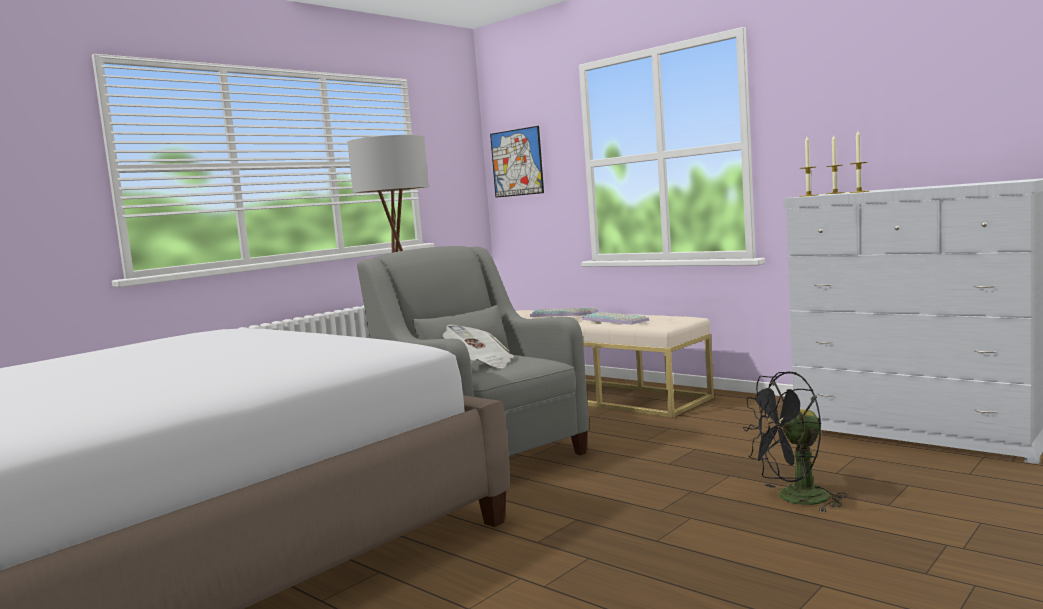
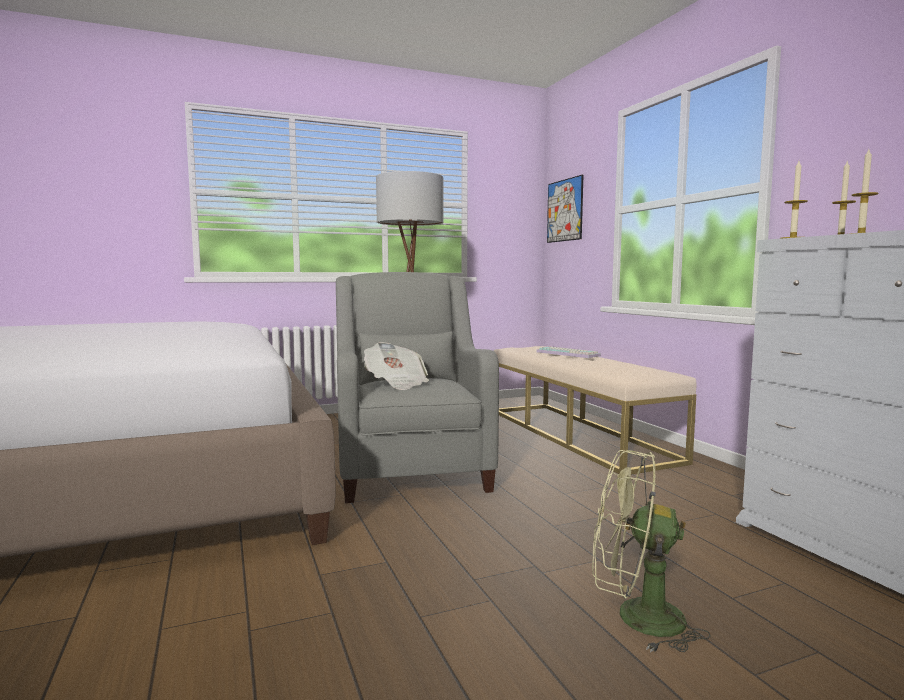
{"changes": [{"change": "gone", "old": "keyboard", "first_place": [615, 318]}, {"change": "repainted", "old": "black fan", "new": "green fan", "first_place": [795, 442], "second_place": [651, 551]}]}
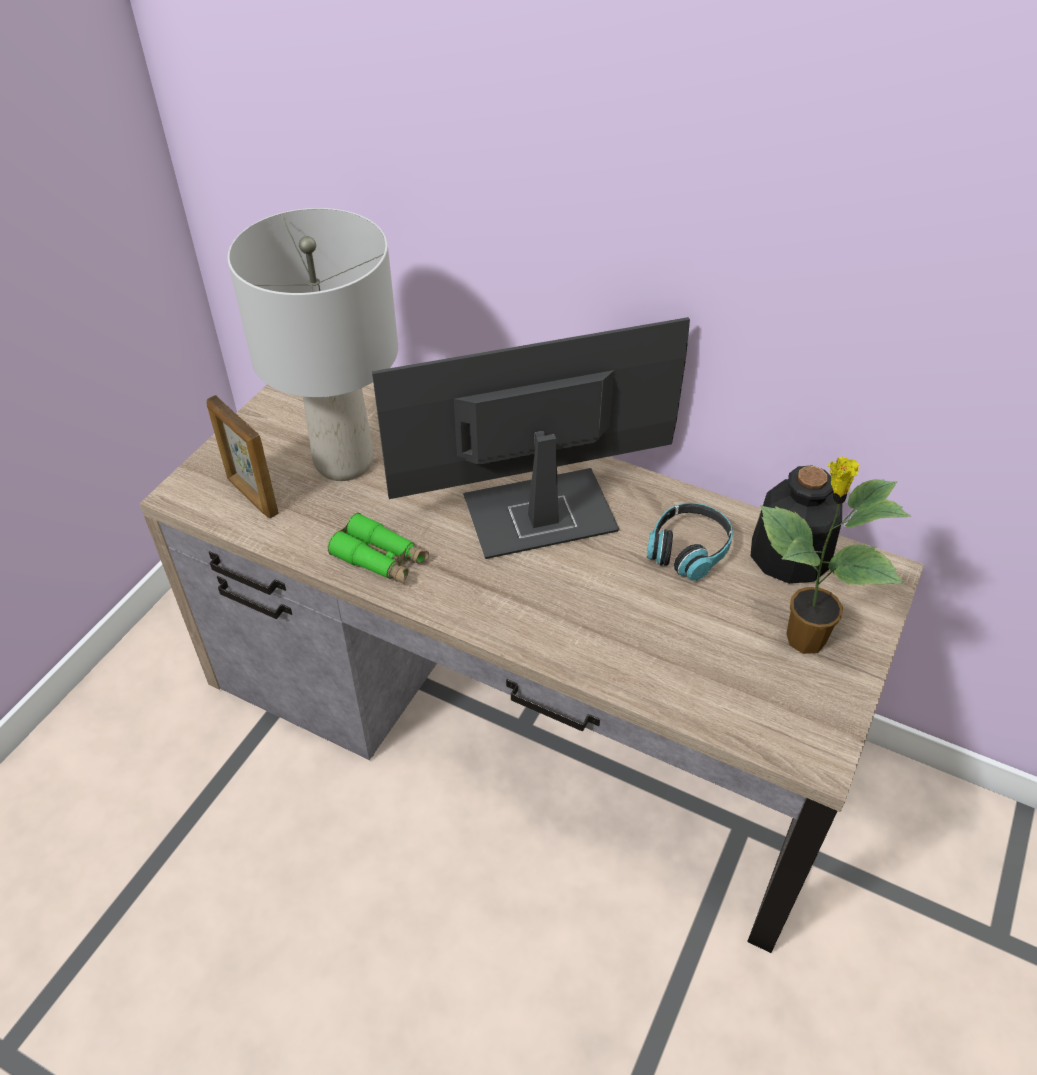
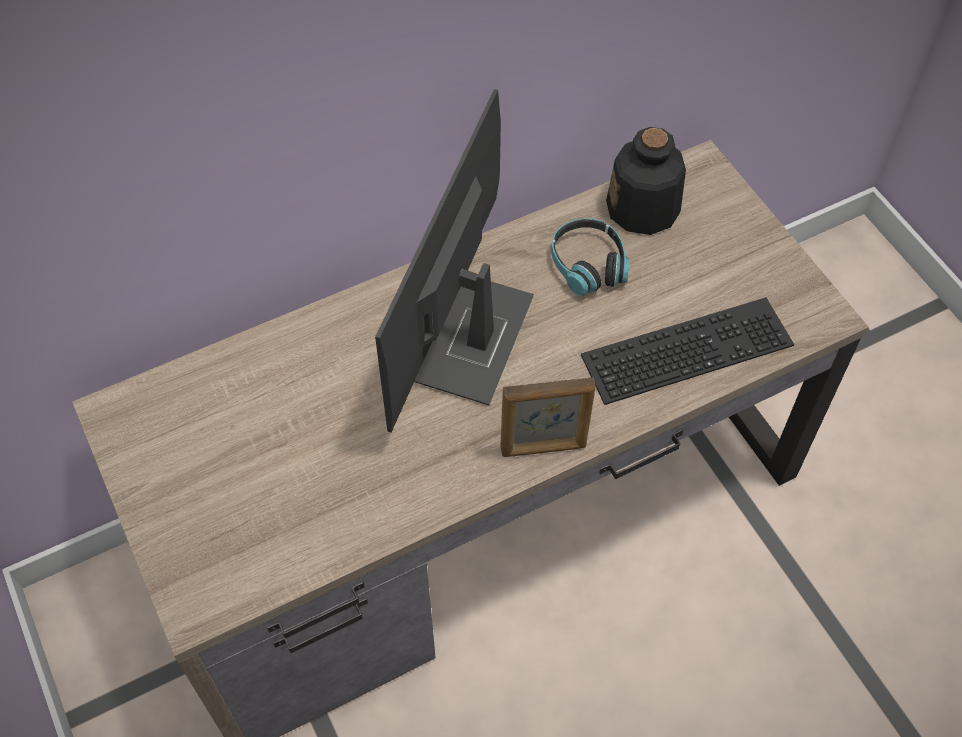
{"changes": [{"change": "shifted", "old": "picture frame", "first_place": [242, 456], "second_place": [547, 417]}, {"change": "gone", "old": "grey table lamp", "first_place": [312, 344]}, {"change": "gone", "old": "green binoculars", "first_place": [378, 548]}, {"change": "gone", "old": "potted plant", "first_place": [835, 555]}, {"change": "new", "new": "keyboard", "second_place": [687, 351]}]}
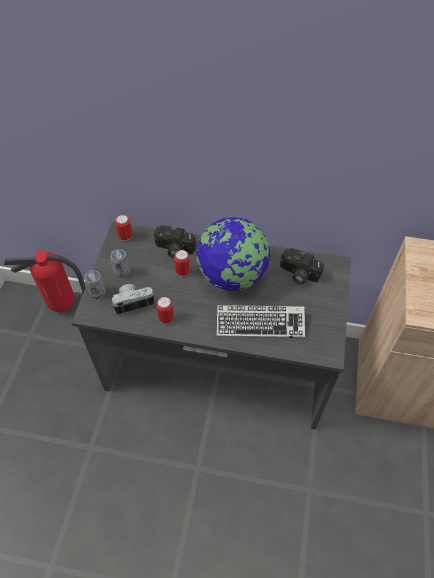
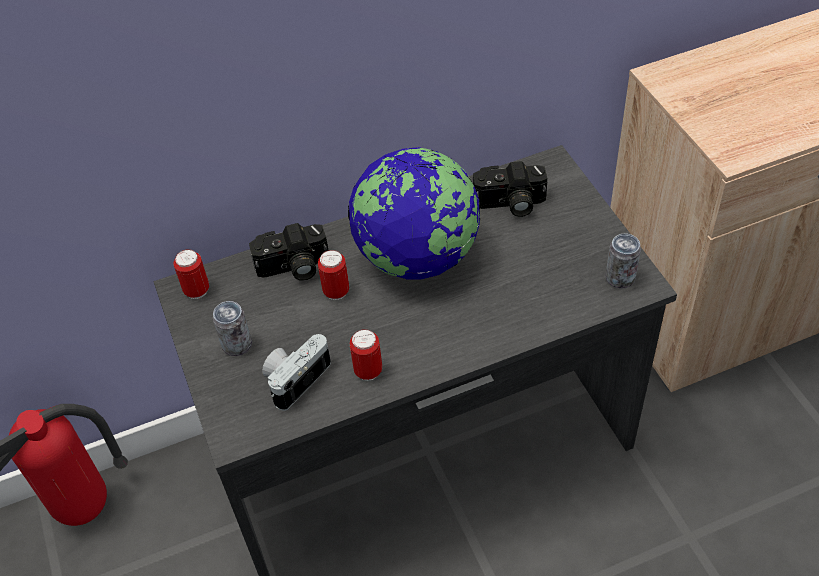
{"changes": [{"change": "shifted", "old": "can", "first_place": [95, 284], "second_place": [623, 261]}, {"change": "gone", "old": "keyboard", "first_place": [261, 321]}]}
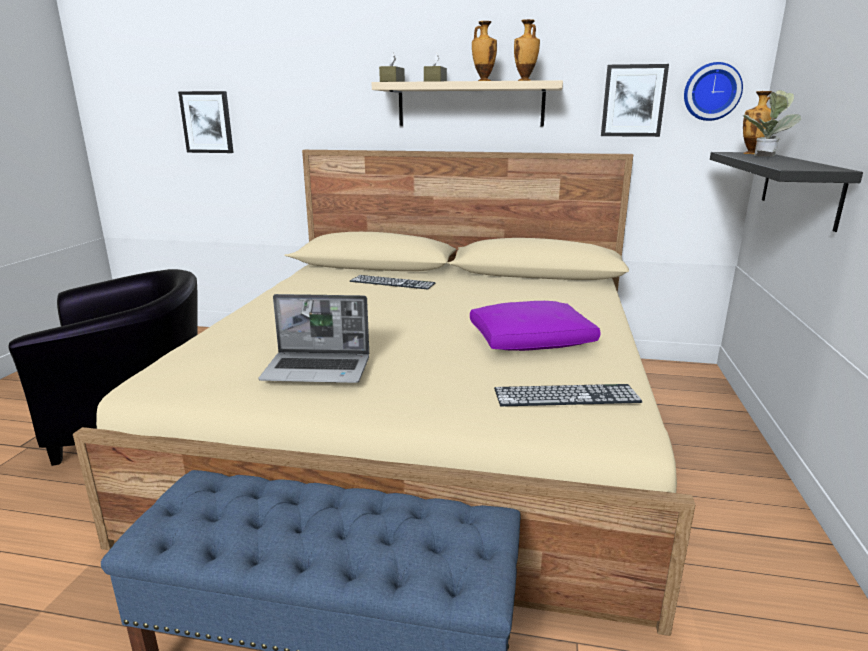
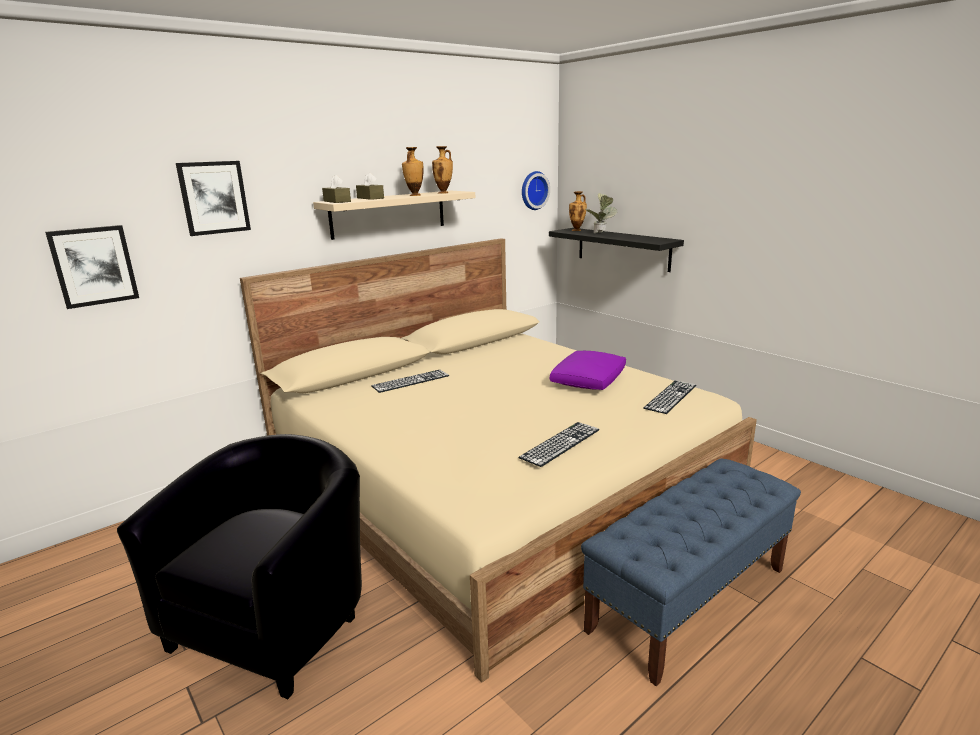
{"changes": [{"change": "swapped", "old": "laptop", "new": "keyboard", "first_place": [313, 338], "second_place": [559, 444]}, {"change": "shifted", "old": "picture", "first_place": [635, 100], "second_place": [213, 198]}]}
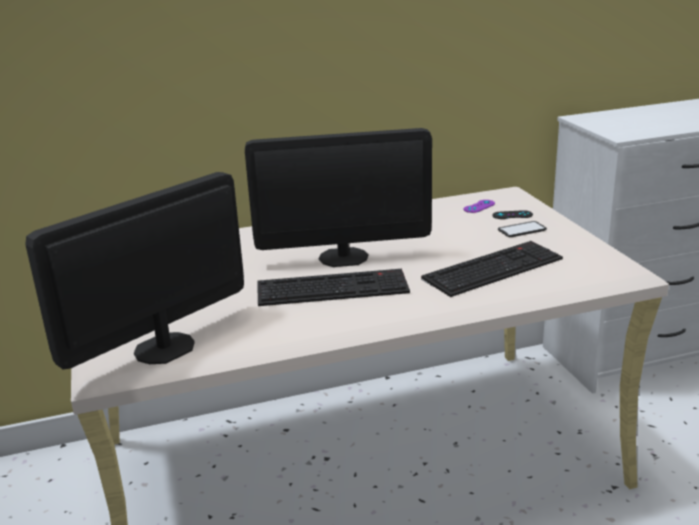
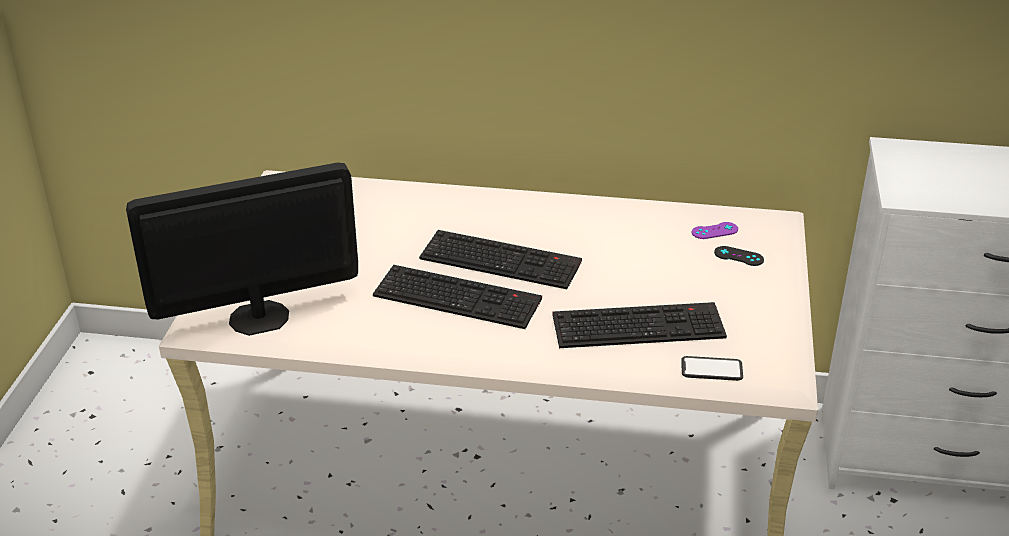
{"changes": [{"change": "swapped", "old": "monitor", "new": "keyboard", "first_place": [338, 197], "second_place": [500, 259]}, {"change": "shifted", "old": "phone", "first_place": [522, 229], "second_place": [712, 368]}]}
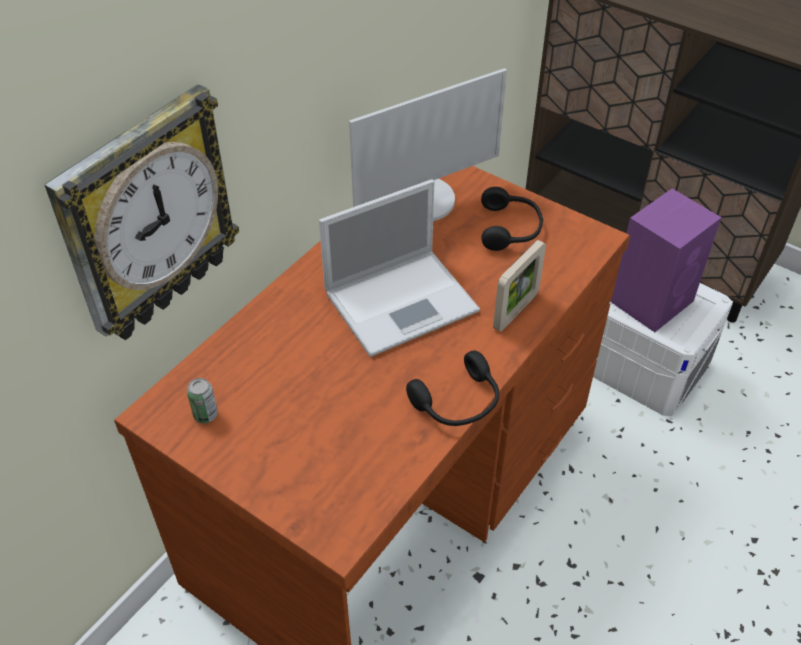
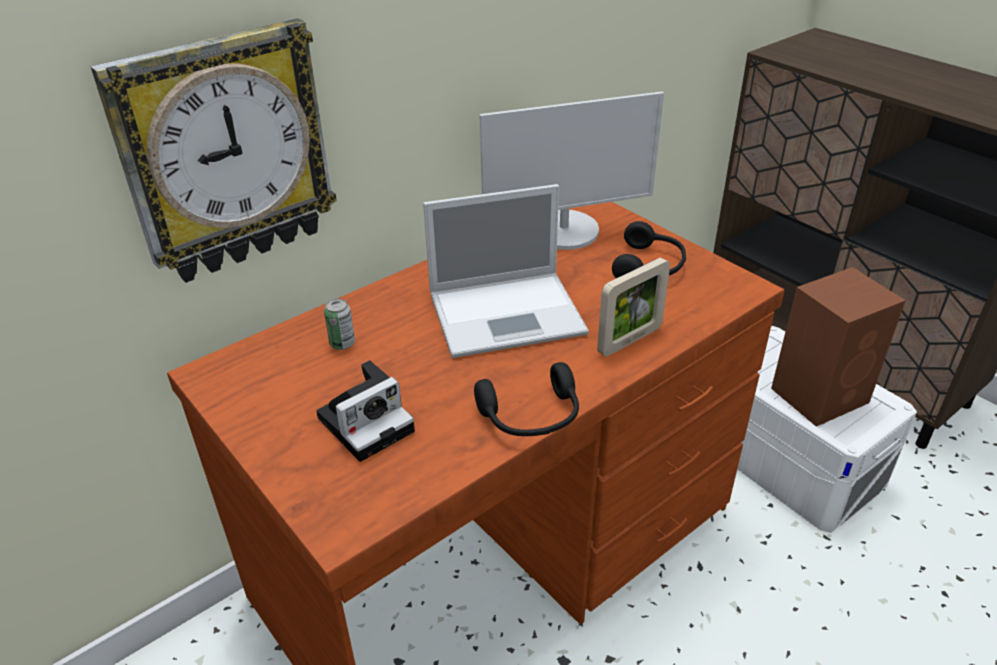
{"changes": [{"change": "shifted", "old": "can", "first_place": [202, 400], "second_place": [339, 324]}, {"change": "repainted", "old": "purple speaker", "new": "brown speaker", "first_place": [666, 260], "second_place": [838, 347]}, {"change": "new", "new": "photo camera", "second_place": [365, 411]}]}
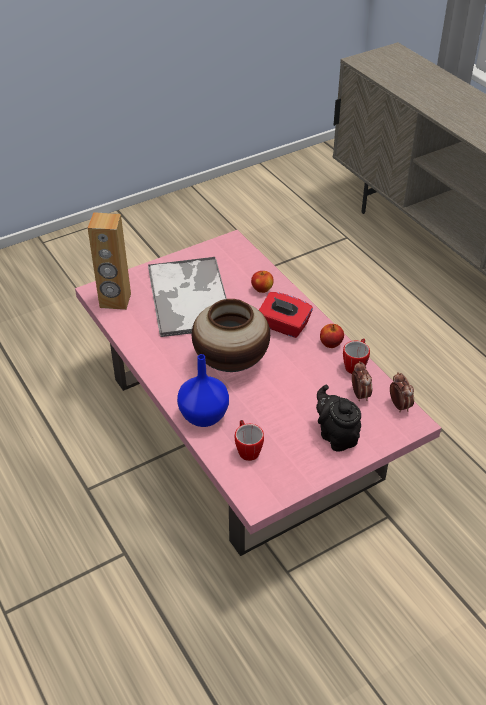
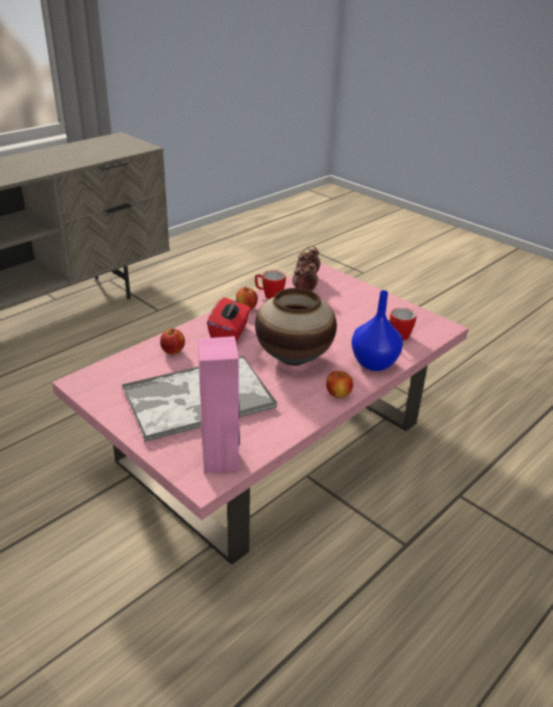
{"changes": [{"change": "repainted", "old": "brown speaker", "new": "pink speaker", "first_place": [109, 261], "second_place": [219, 405]}, {"change": "gone", "old": "black teapot", "first_place": [338, 418]}, {"change": "new", "new": "apple", "second_place": [339, 384]}]}
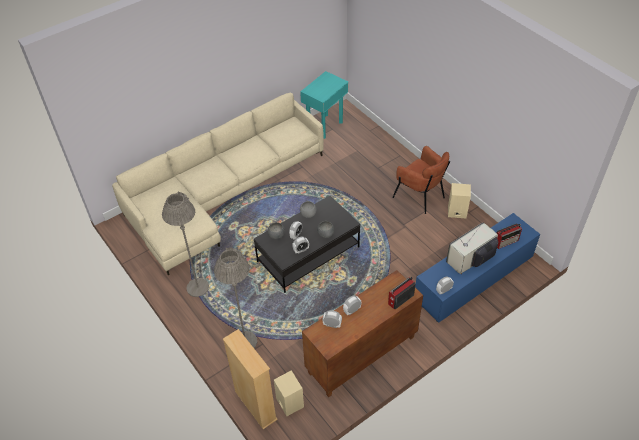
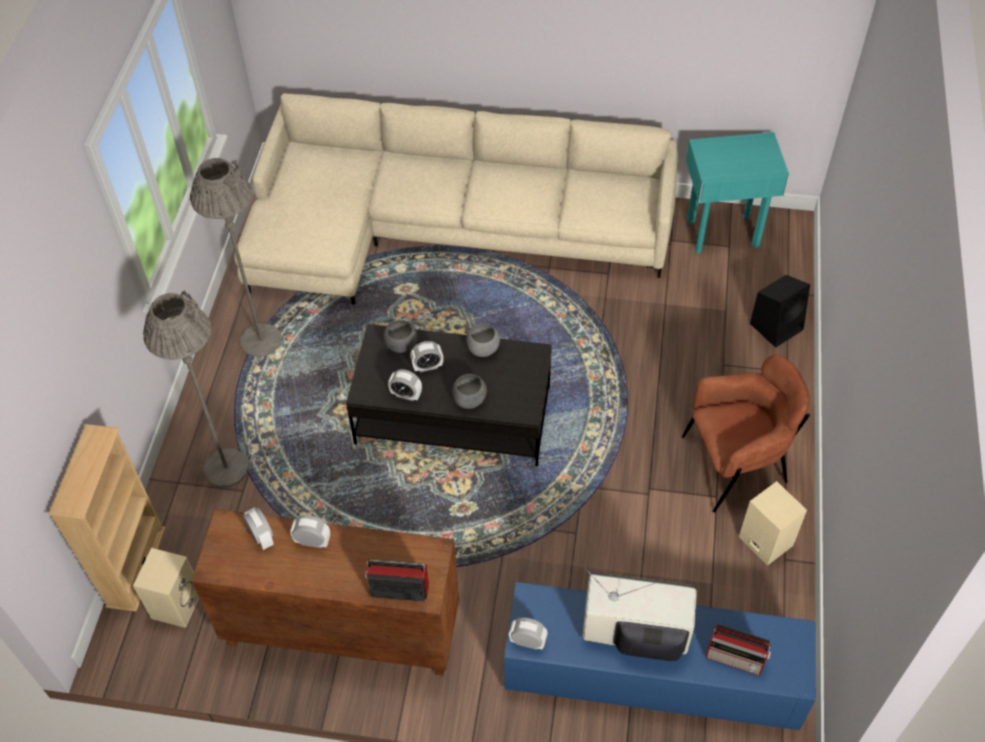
{"changes": [{"change": "rotated", "old": "brown armchair", "first_place": [421, 180], "second_place": [745, 434], "degrees": -105}, {"change": "new", "new": "black speaker", "second_place": [780, 311]}]}
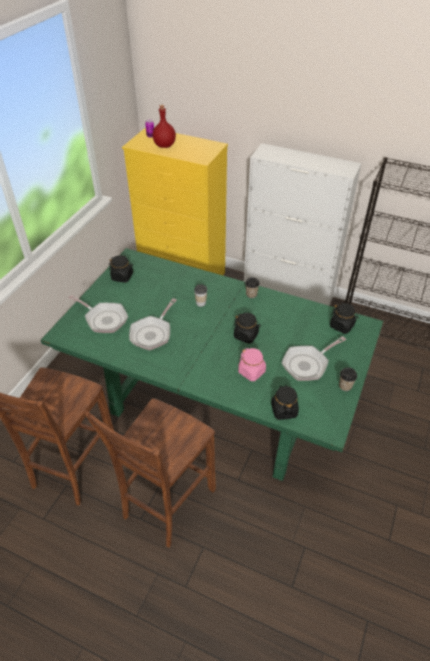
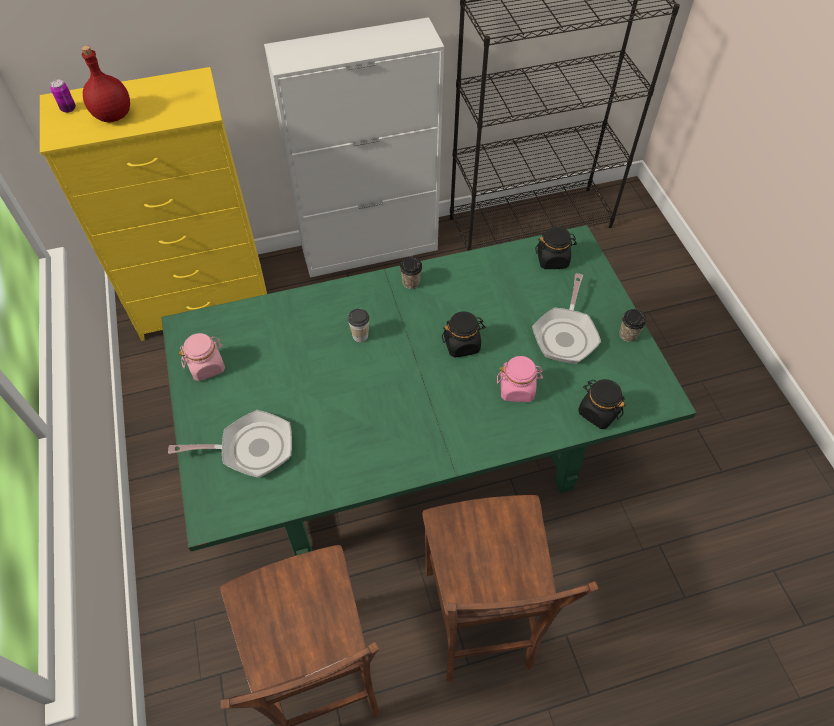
{"changes": [{"change": "repainted", "old": "black jar", "new": "pink jar", "first_place": [121, 268], "second_place": [202, 357]}, {"change": "gone", "old": "frying pan", "first_place": [153, 324]}]}
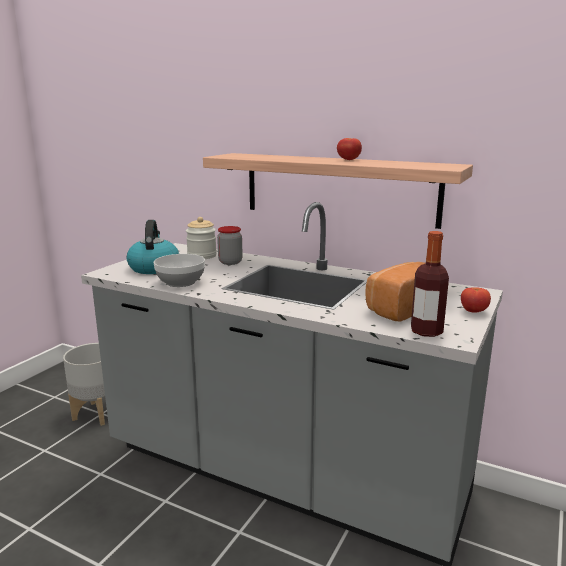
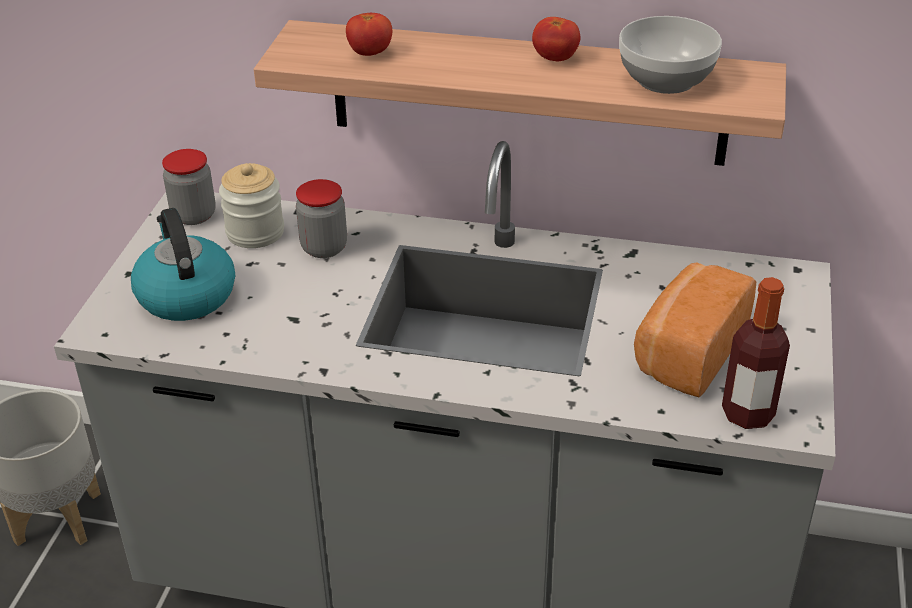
{"changes": [{"change": "shifted", "old": "bowl", "first_place": [179, 270], "second_place": [670, 55]}, {"change": "shifted", "old": "tomato", "first_place": [476, 300], "second_place": [369, 34]}, {"change": "new", "new": "jar", "second_place": [189, 187]}]}
